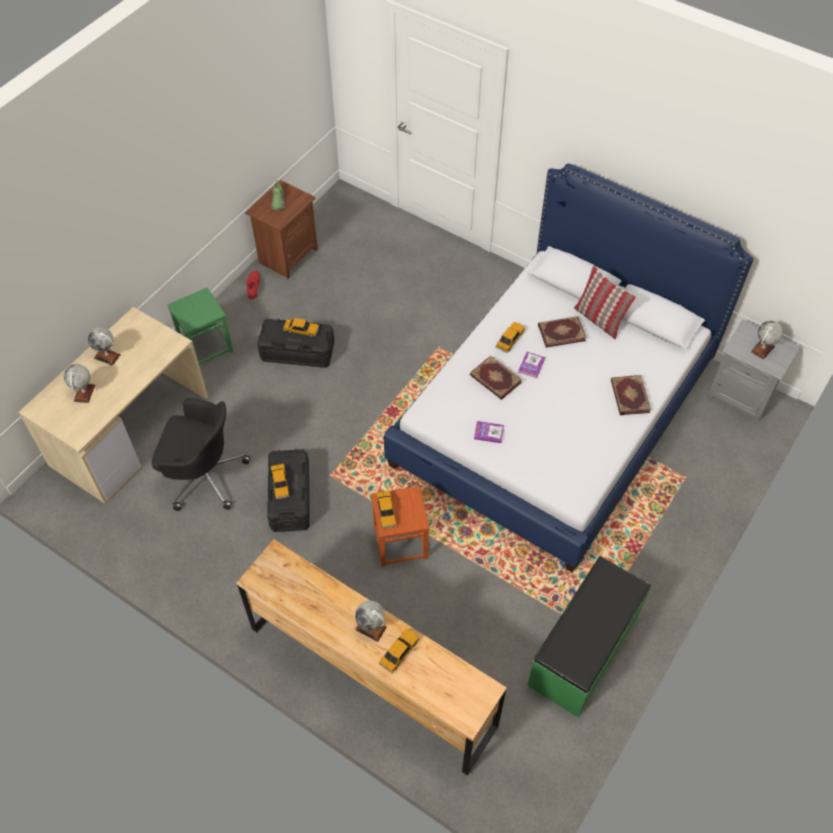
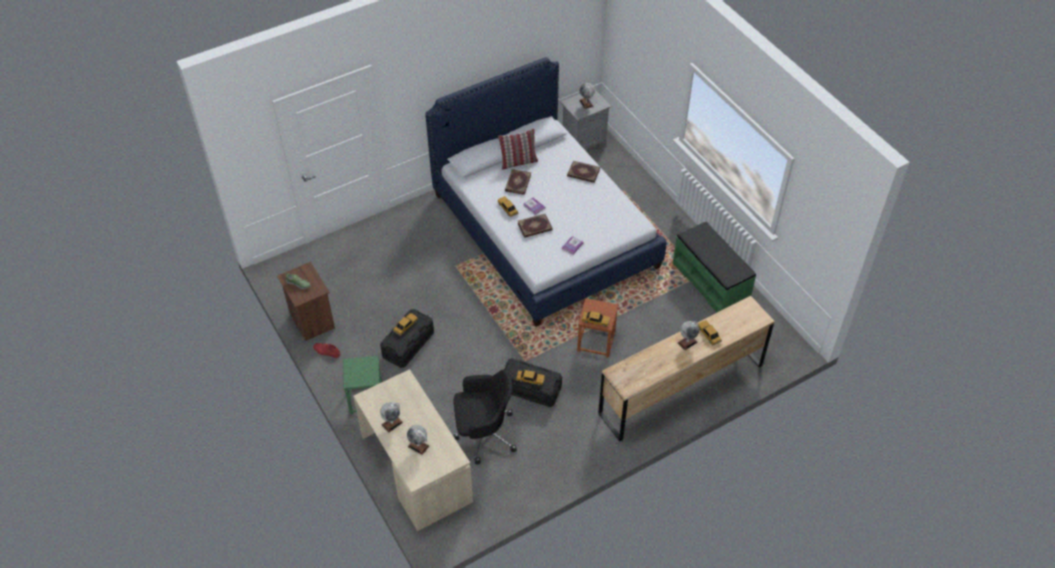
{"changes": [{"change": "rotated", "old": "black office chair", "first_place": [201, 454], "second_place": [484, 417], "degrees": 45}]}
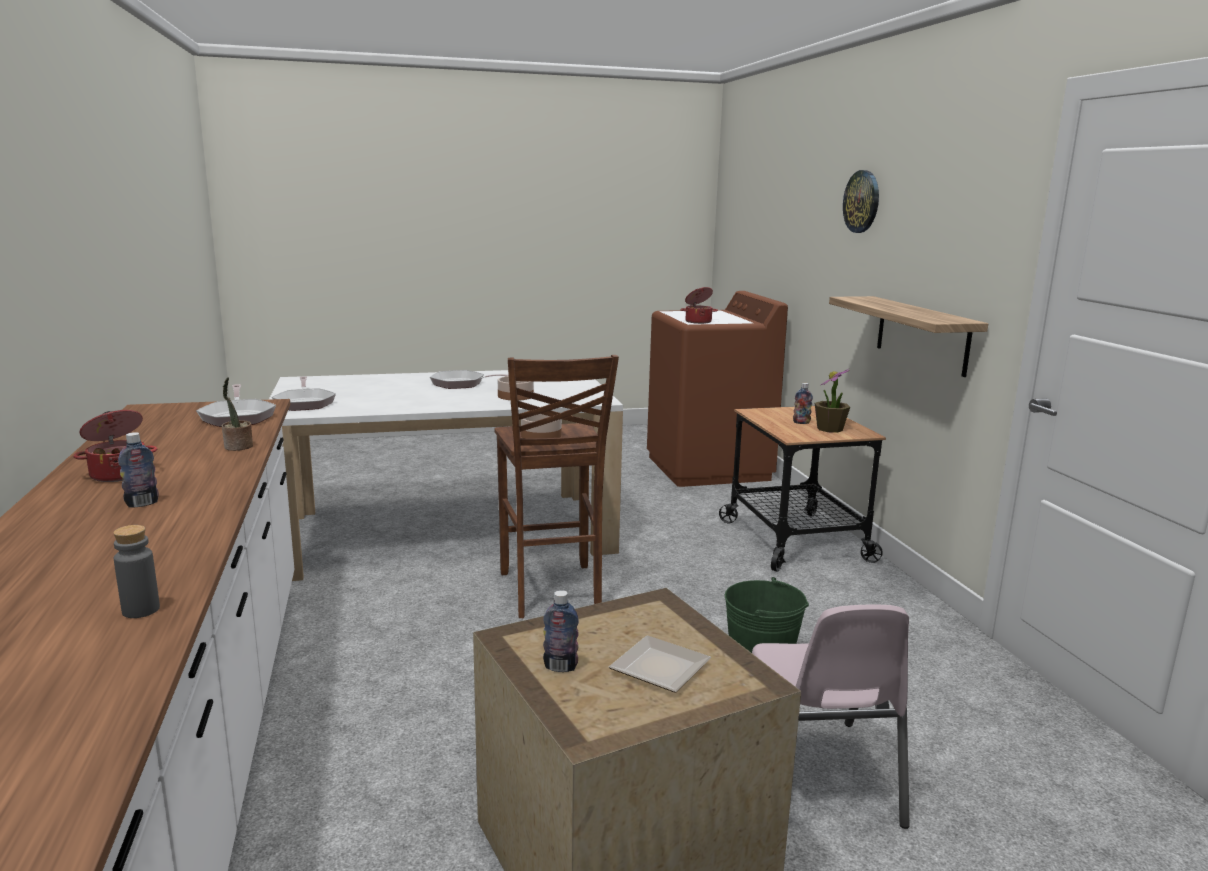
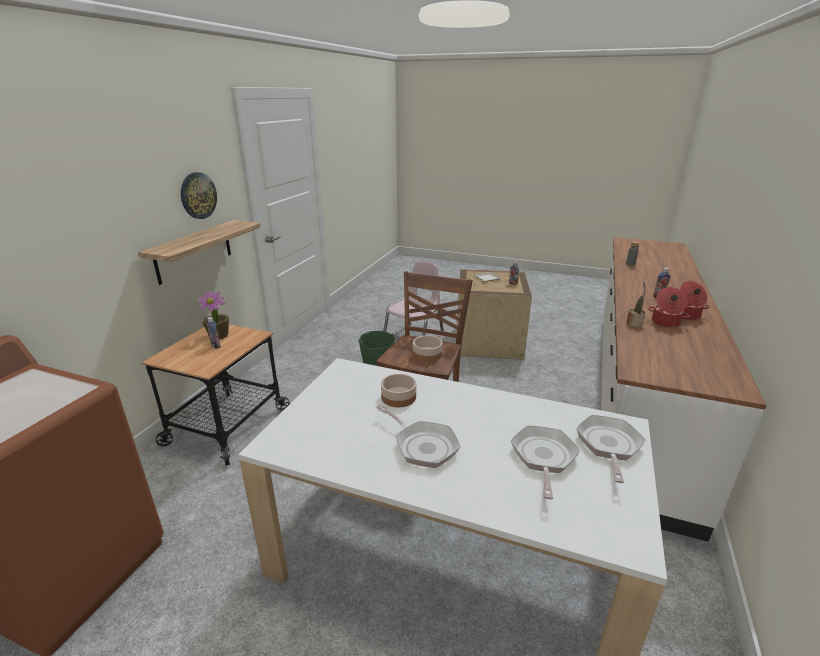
{"changes": [{"change": "shifted", "old": "frying pan", "first_place": [236, 405], "second_place": [545, 462]}, {"change": "shifted", "old": "cooking pot", "first_place": [699, 305], "second_place": [669, 307]}, {"change": "shifted", "old": "wall clock", "first_place": [861, 201], "second_place": [199, 195]}]}
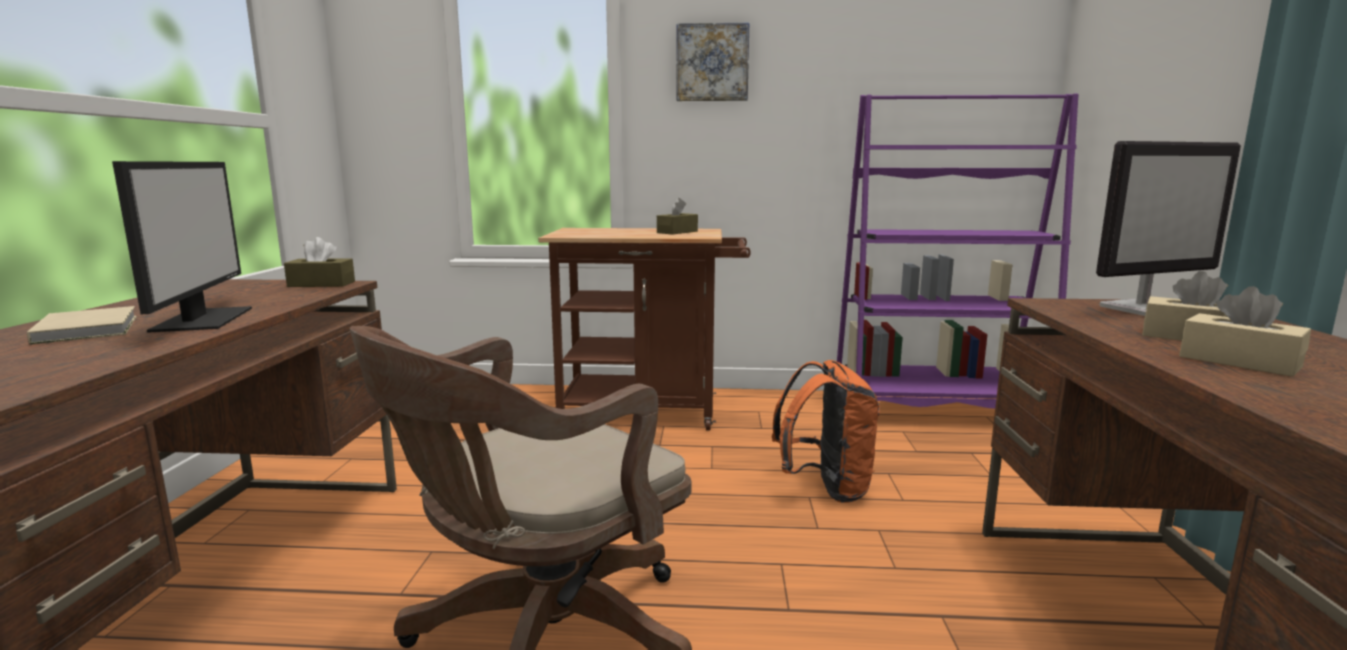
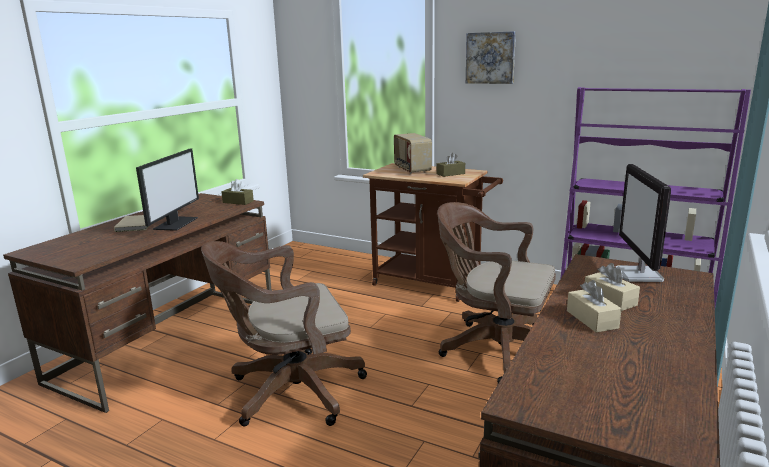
{"changes": [{"change": "swapped", "old": "orange backpack", "new": "brown office chair", "first_place": [825, 431], "second_place": [496, 292]}, {"change": "rotated", "old": "monitor", "first_place": [1168, 228], "second_place": [643, 223], "degrees": 90}, {"change": "new", "new": "radio", "second_place": [413, 153]}]}
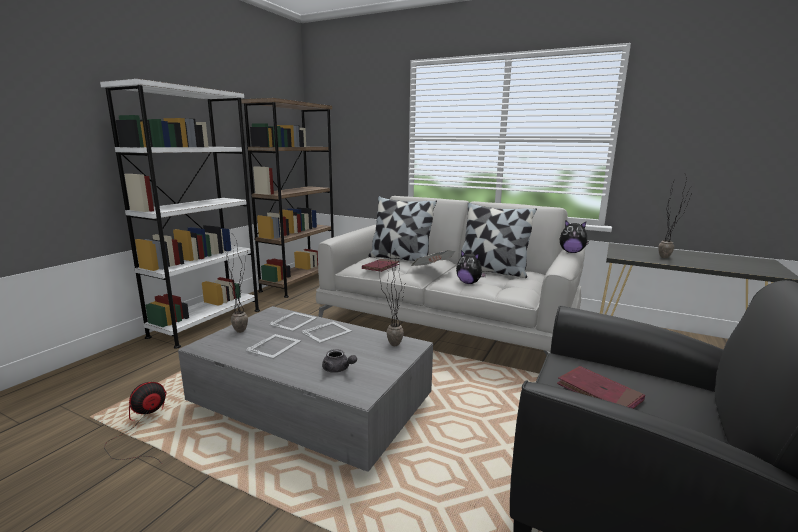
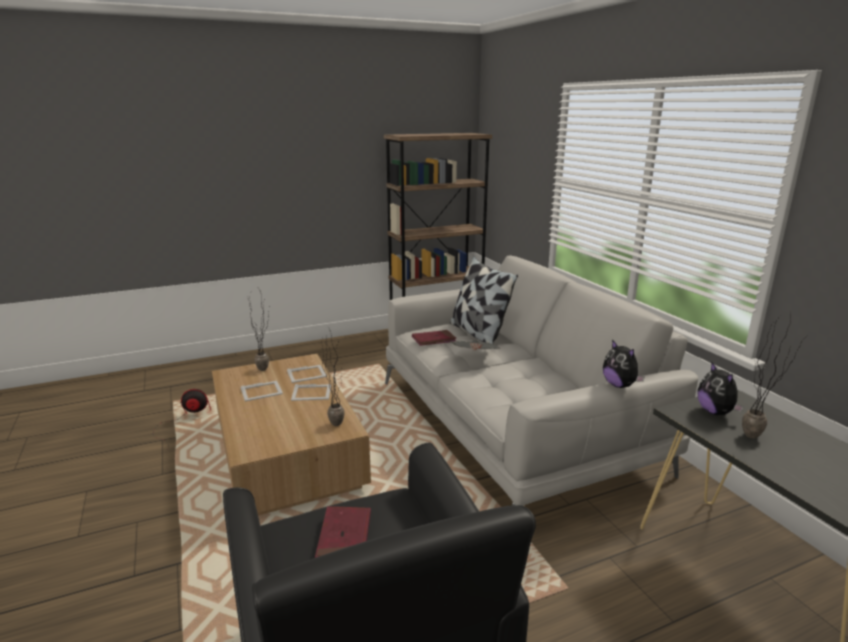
{"changes": [{"change": "gone", "old": "white bookcase", "first_place": [180, 213]}, {"change": "repainted", "old": "grey coffee table", "new": "brown coffee table", "first_place": [305, 389], "second_place": [291, 434]}, {"change": "gone", "old": "grey teapot", "first_place": [339, 361]}, {"change": "gone", "old": "pillow", "first_place": [496, 240]}, {"change": "shifted", "old": "plush toy", "first_place": [471, 267], "second_place": [721, 388]}]}
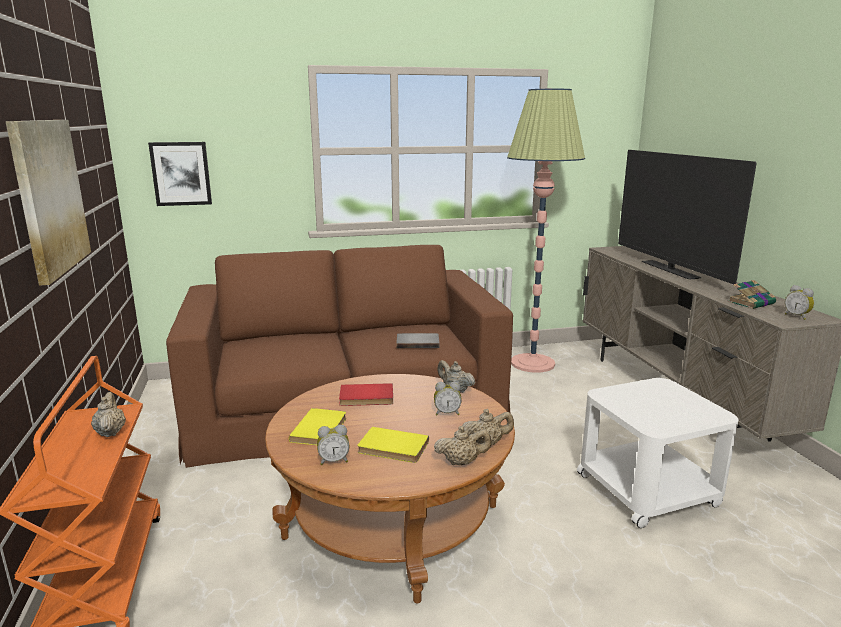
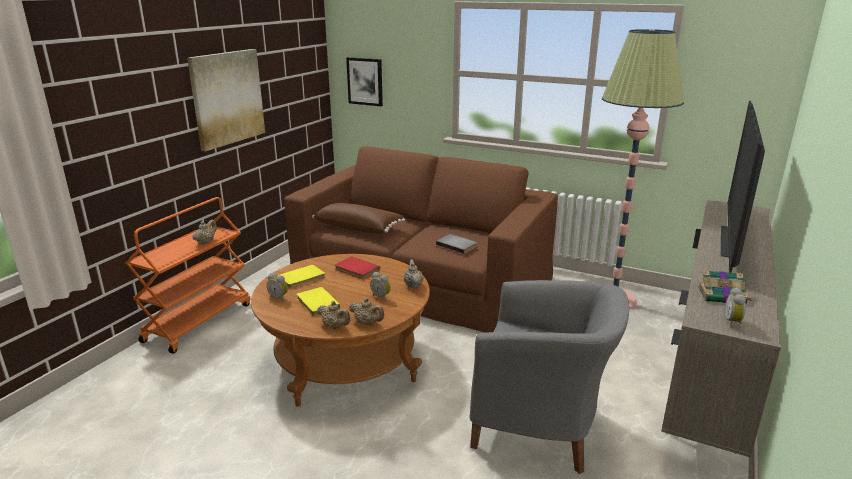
{"changes": [{"change": "swapped", "old": "white side table", "new": "grey armchair", "first_place": [658, 453], "second_place": [549, 377]}, {"change": "new", "new": "brown pillow", "second_place": [358, 218]}]}
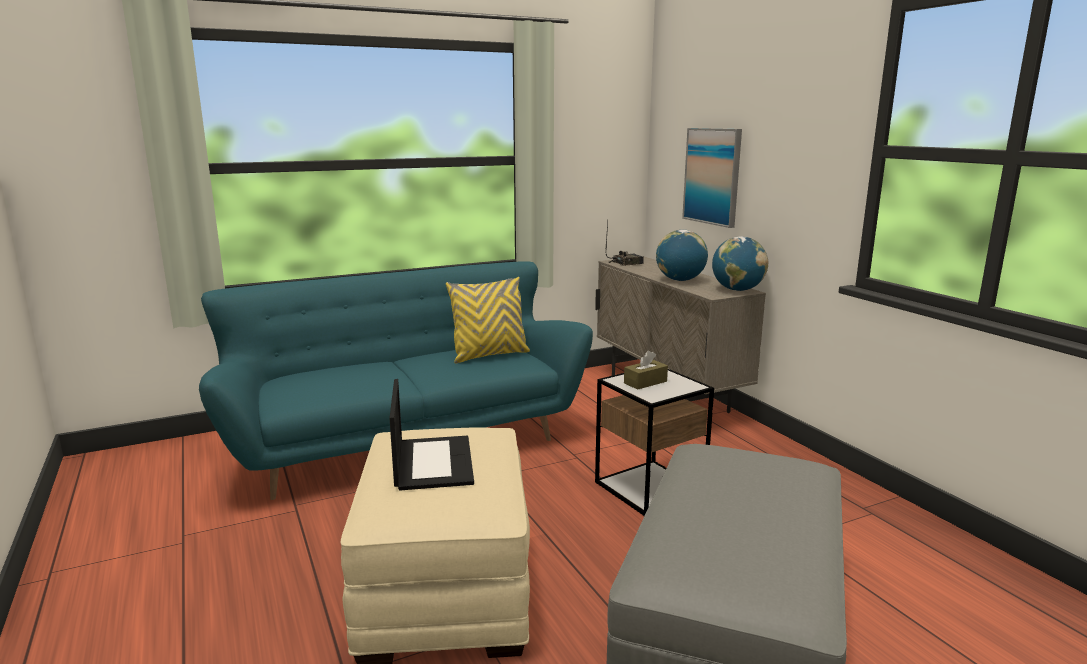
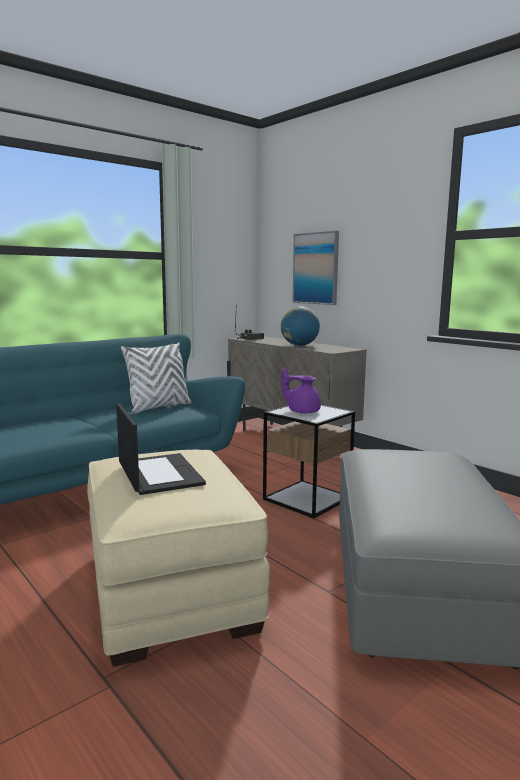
{"changes": [{"change": "repainted", "old": "yellow pillow", "new": "white pillow", "first_place": [488, 320], "second_place": [156, 378]}, {"change": "swapped", "old": "brown tissue box", "new": "purple teapot", "first_place": [646, 370], "second_place": [301, 390]}, {"change": "gone", "old": "globe", "first_place": [740, 263]}]}
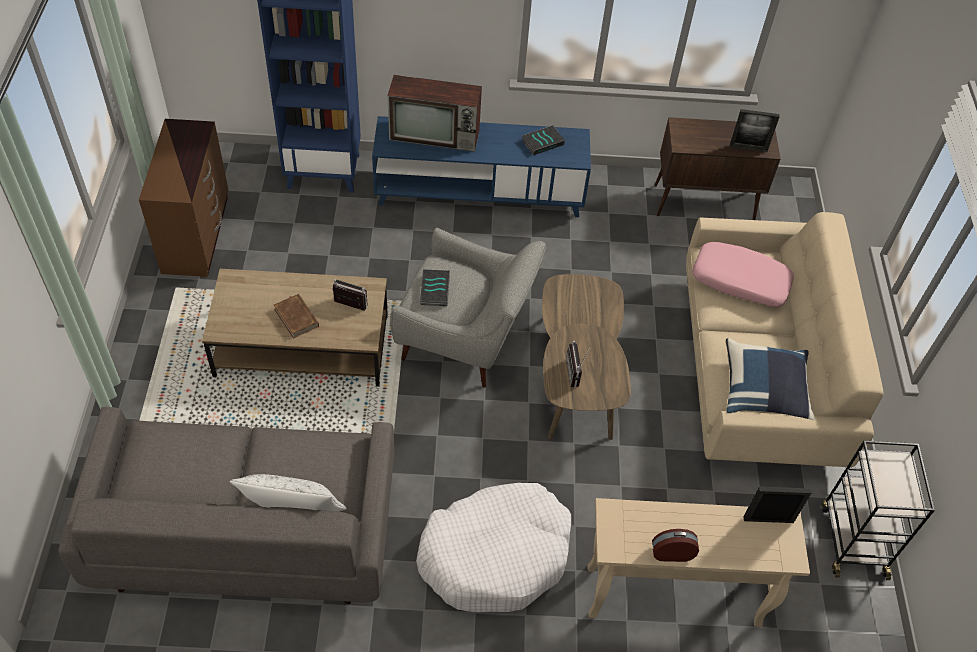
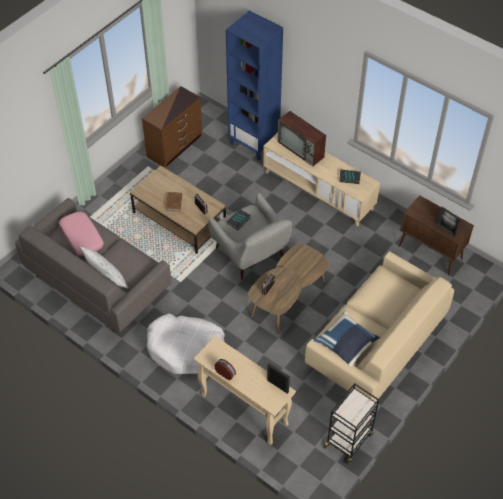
{"changes": [{"change": "repainted", "old": "blue tv stand", "new": "beige tv stand", "first_place": [481, 166], "second_place": [321, 180]}, {"change": "shifted", "old": "pink pillow", "first_place": [743, 274], "second_place": [81, 233]}]}
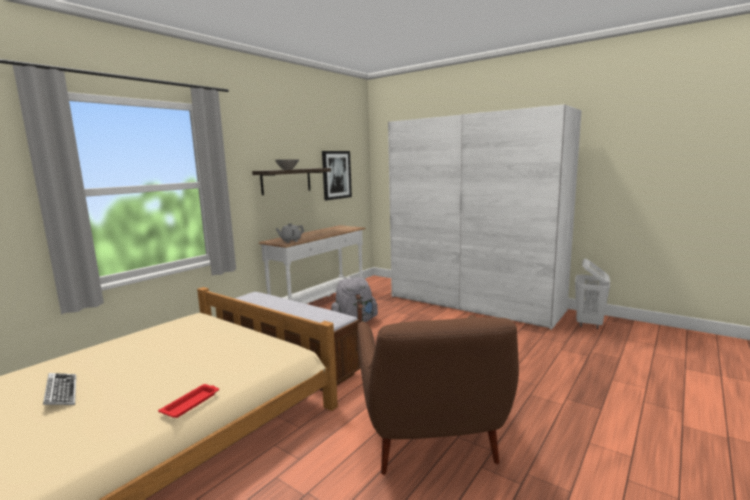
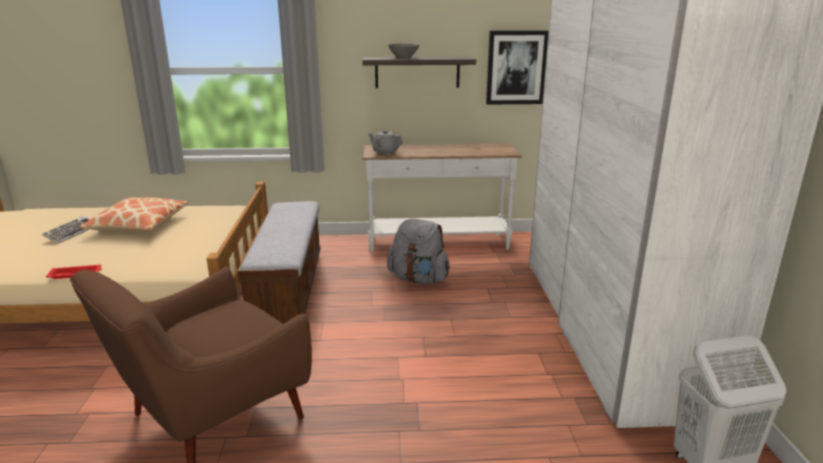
{"changes": [{"change": "new", "new": "pillow", "second_place": [134, 214]}]}
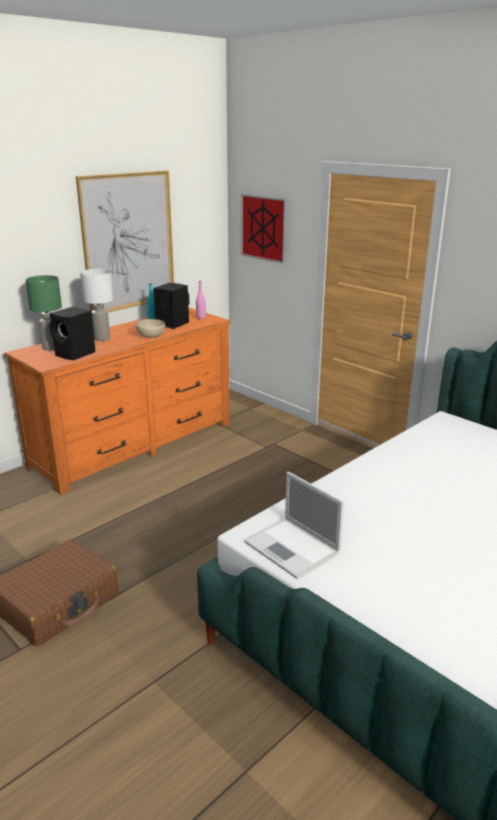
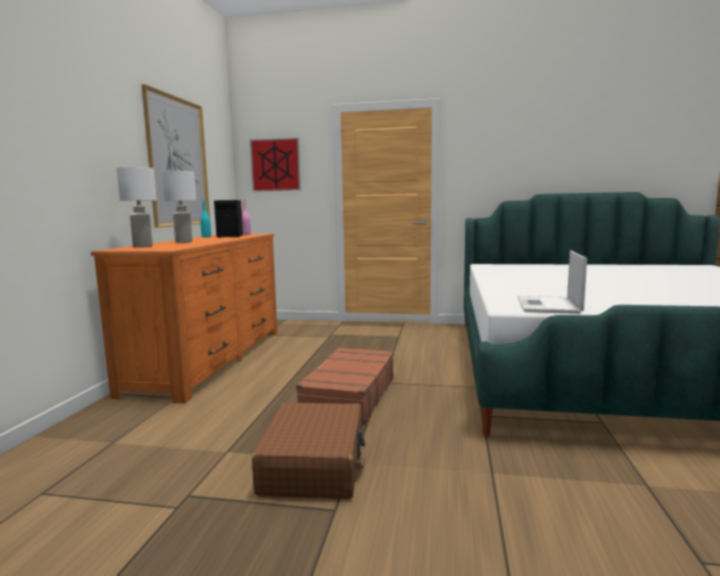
{"changes": [{"change": "repainted", "old": "green table lamp", "new": "white table lamp", "first_place": [44, 313], "second_place": [137, 207]}, {"change": "gone", "old": "black speaker", "first_place": [73, 333]}, {"change": "gone", "old": "beige bowl", "first_place": [150, 328]}, {"change": "rotated", "old": "laptop", "first_place": [294, 525], "second_place": [552, 282], "degrees": 90}, {"change": "new", "new": "brown suitcase", "second_place": [345, 385]}]}
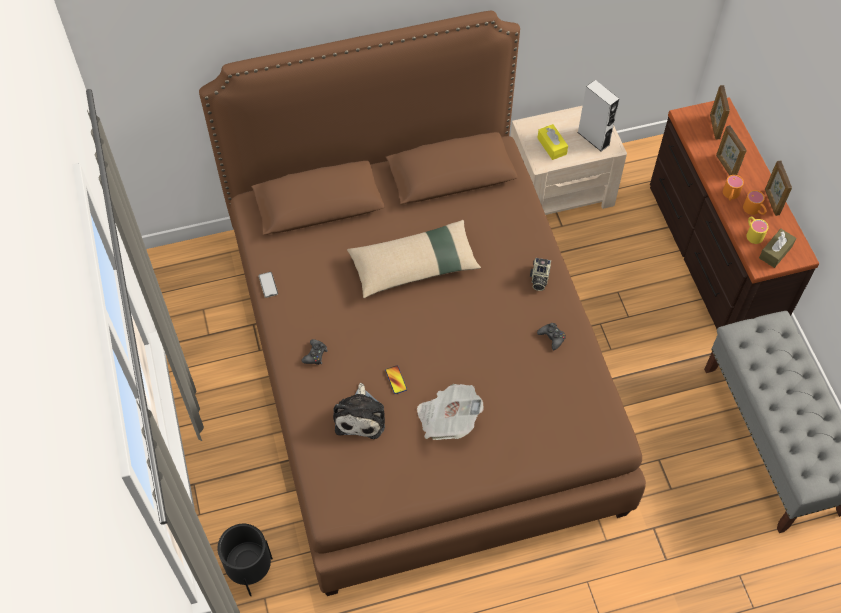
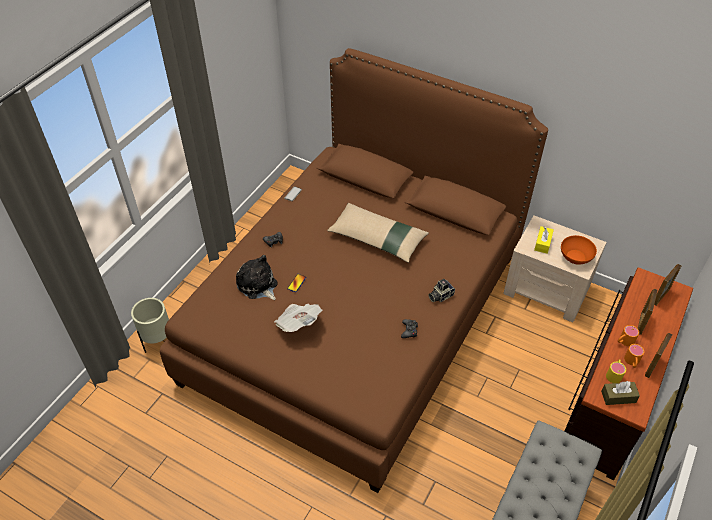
{"changes": [{"change": "repainted", "old": "black planter", "new": "beige planter", "first_place": [245, 560], "second_place": [150, 325]}, {"change": "rotated", "old": "plush toy", "first_place": [359, 411], "second_place": [257, 277], "degrees": 90}, {"change": "swapped", "old": "grey speaker", "new": "orange bowl", "first_place": [598, 115], "second_place": [579, 249]}]}
